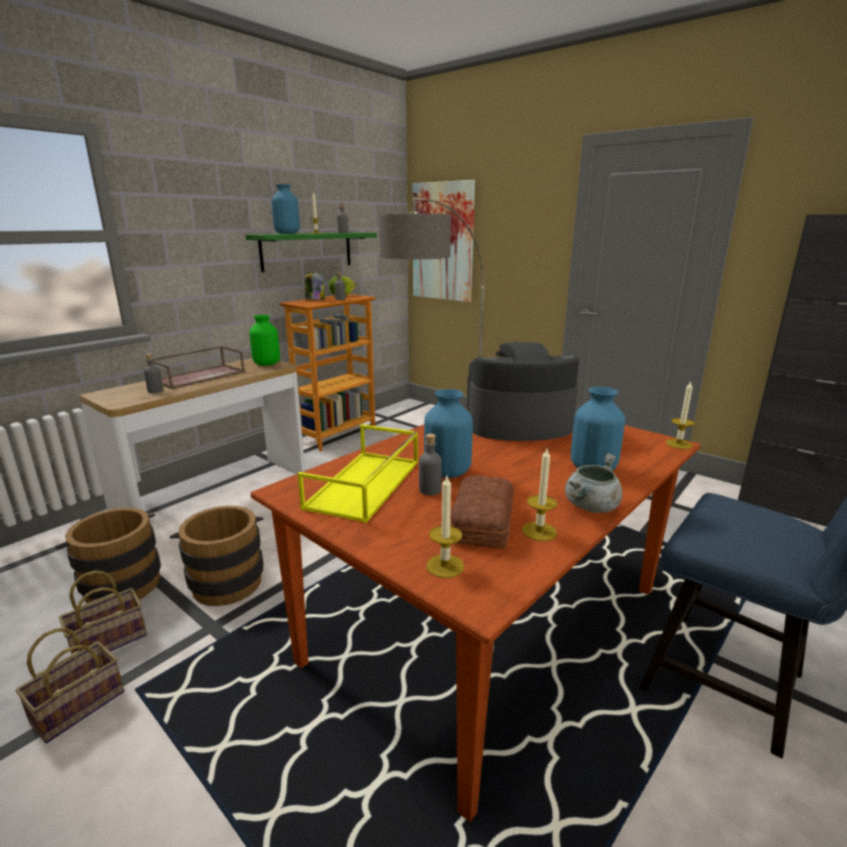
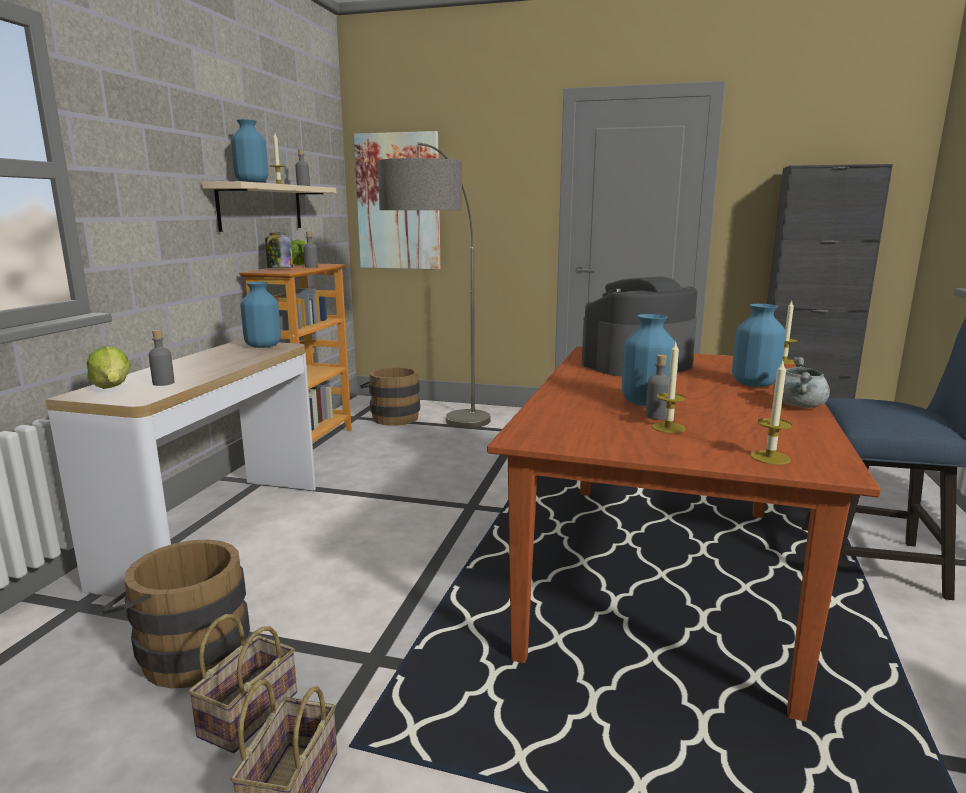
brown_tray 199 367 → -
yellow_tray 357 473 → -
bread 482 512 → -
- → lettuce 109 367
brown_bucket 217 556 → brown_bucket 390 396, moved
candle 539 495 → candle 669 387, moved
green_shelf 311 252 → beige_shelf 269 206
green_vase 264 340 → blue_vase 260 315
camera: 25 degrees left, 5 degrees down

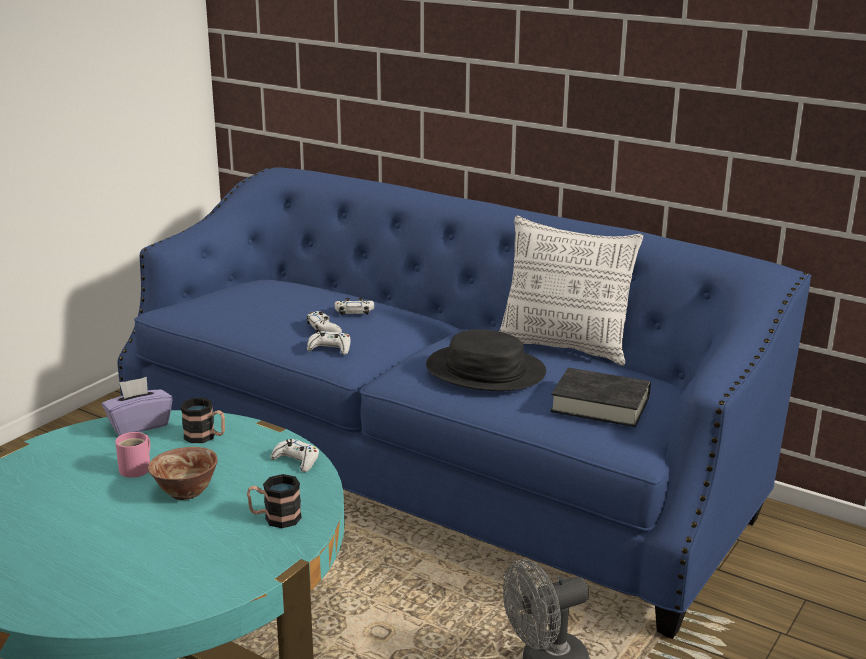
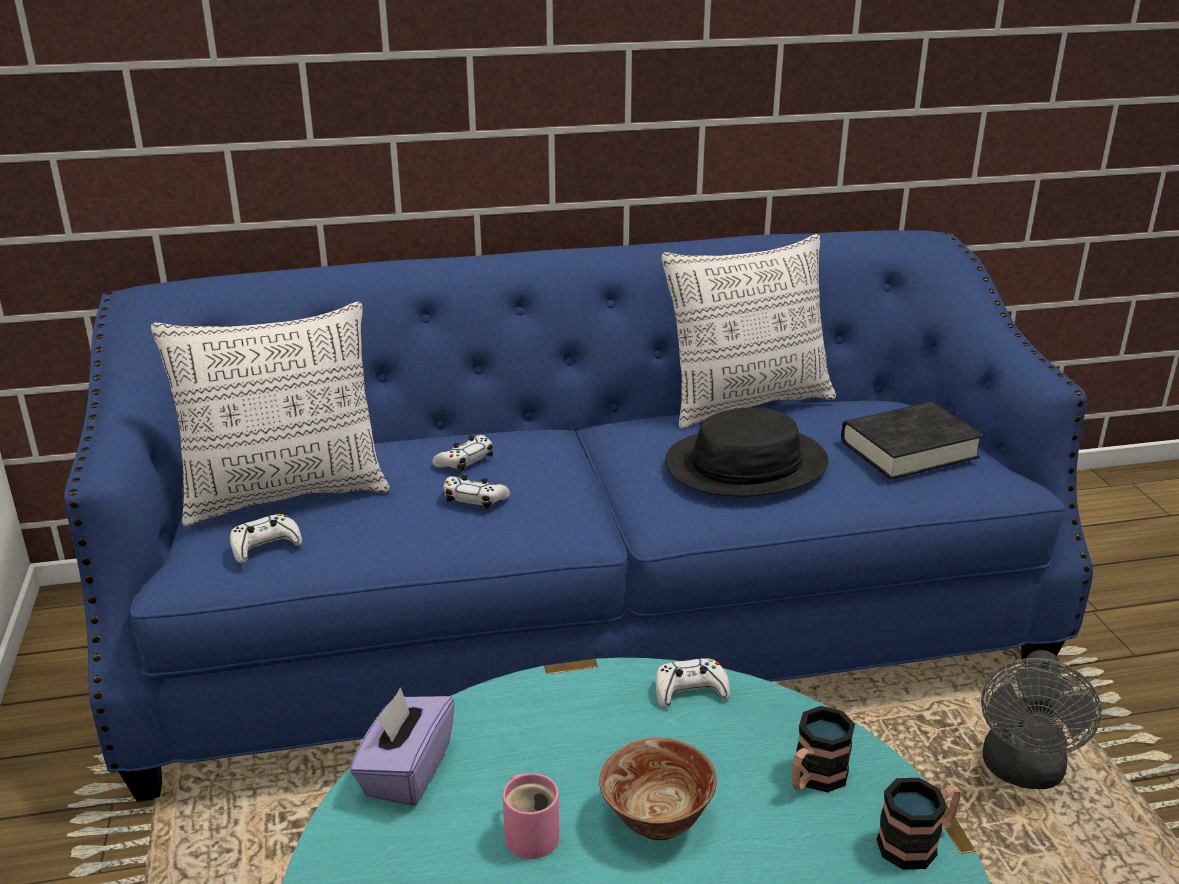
- → pillow 270 414
mug 203 420 → mug 918 824, moved
white_game_controller 329 343 → white_game_controller 266 538, moved
camera: 45 degrees left, 5 degrees up

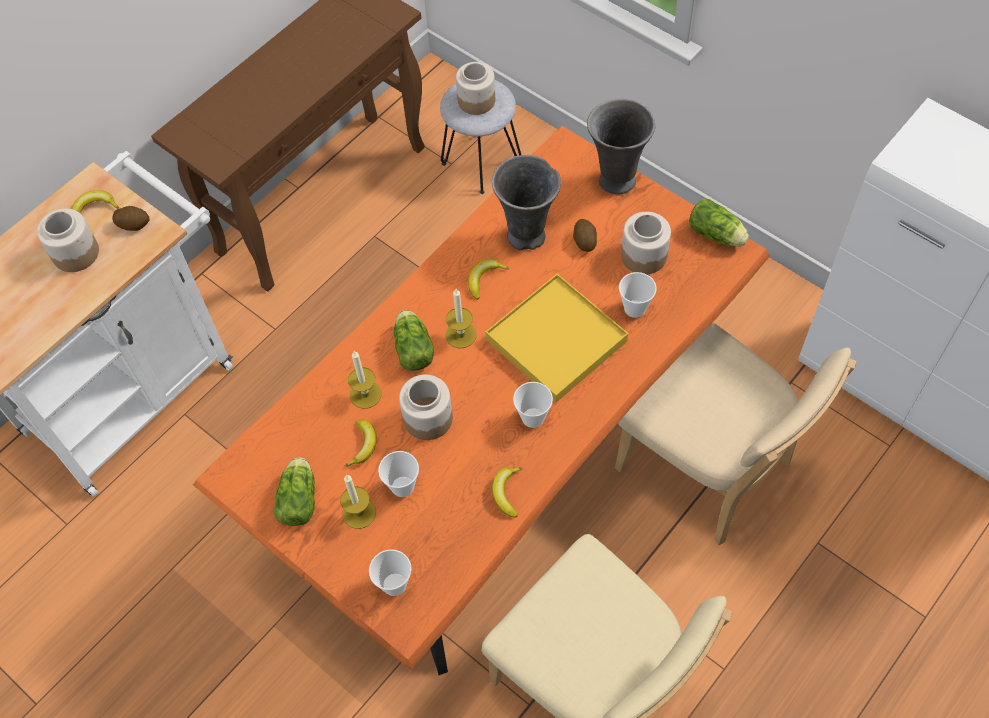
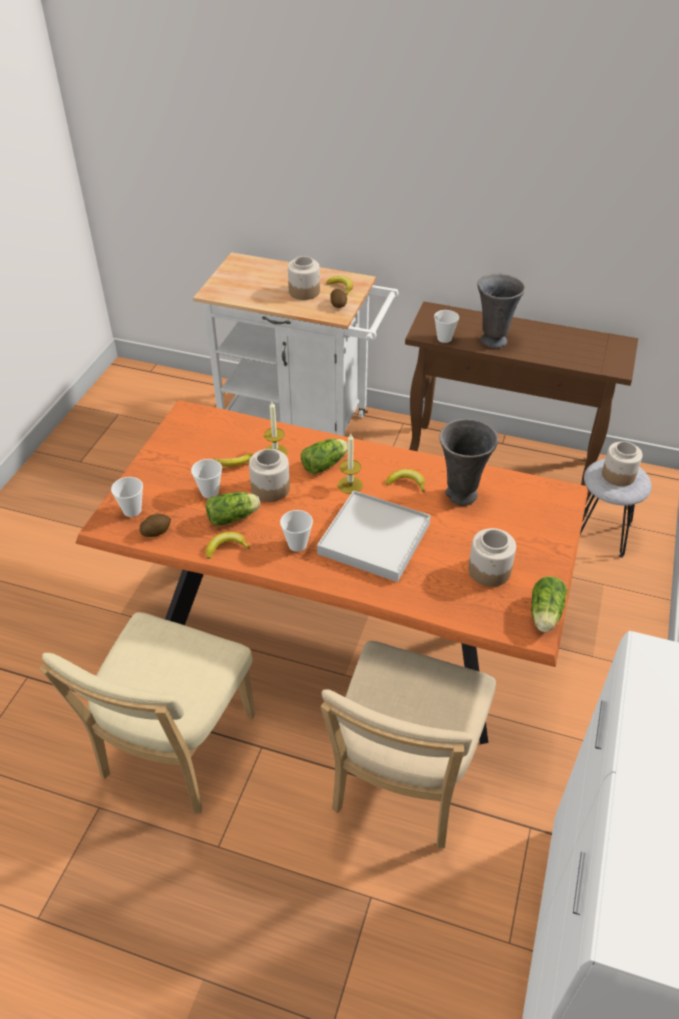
candle 358 502 → -
lettuce 294 492 → lettuce 233 509, moved
potato 585 235 → potato 155 525, moved
grey_vase 621 146 → grey_vase 501 311, moved
cup 638 295 → cup 446 326, moved
yellow_tray 557 338 → white_tray 374 536
camera: 65 degrees right, 15 degrees down

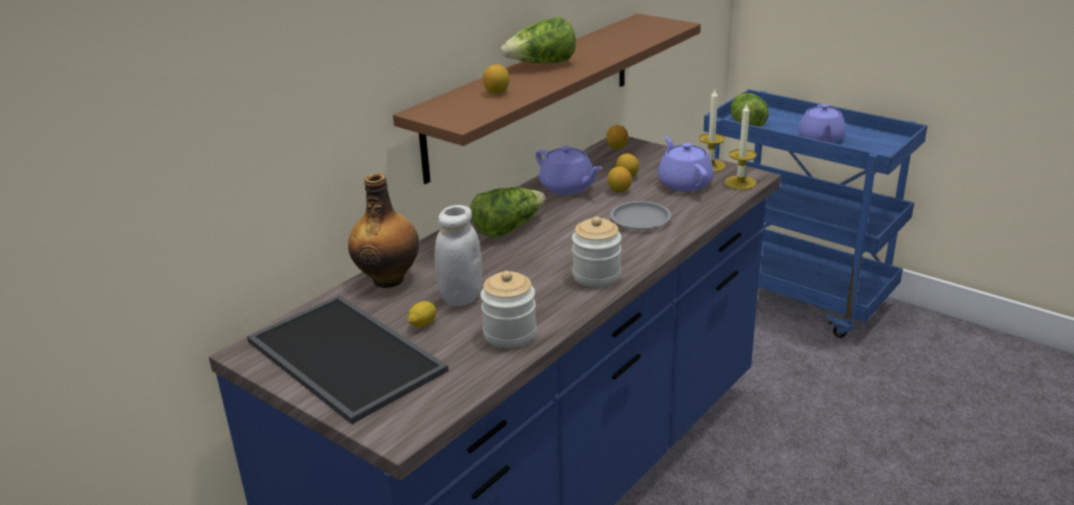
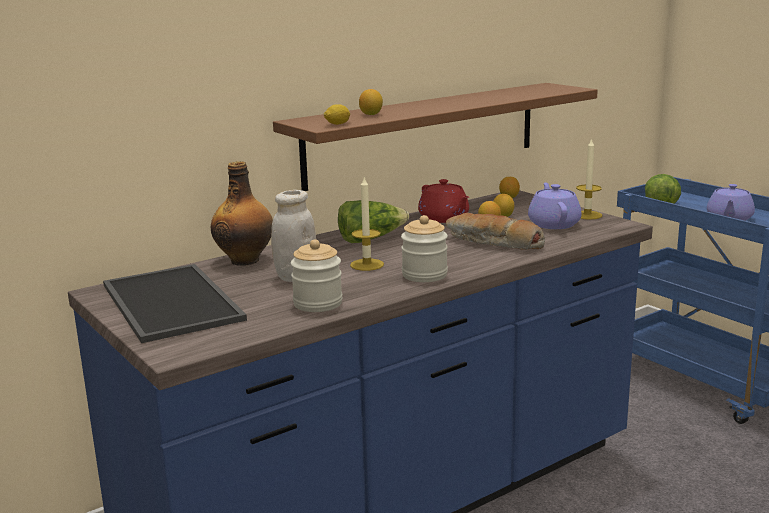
lettuce 538 40 → -
lemon 421 314 → lemon 337 114, moved
candle 741 146 → candle 367 224, moved
grey_plate 640 215 → bread 495 231
purple_teapot 569 170 → red_teapot 443 201
camera: 15 degrees right, 10 degrees down

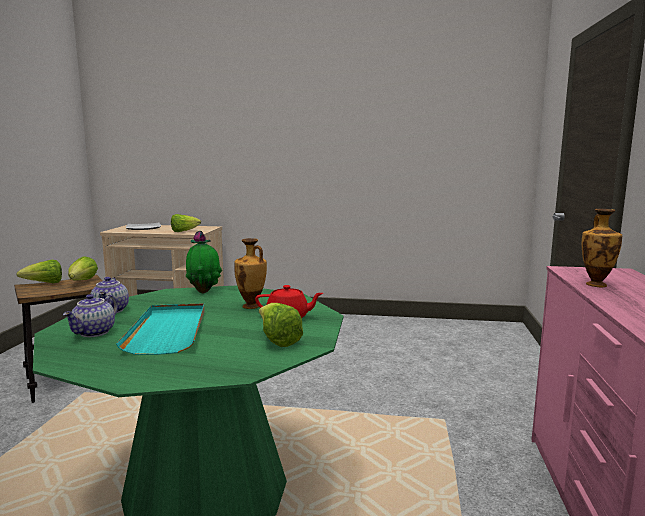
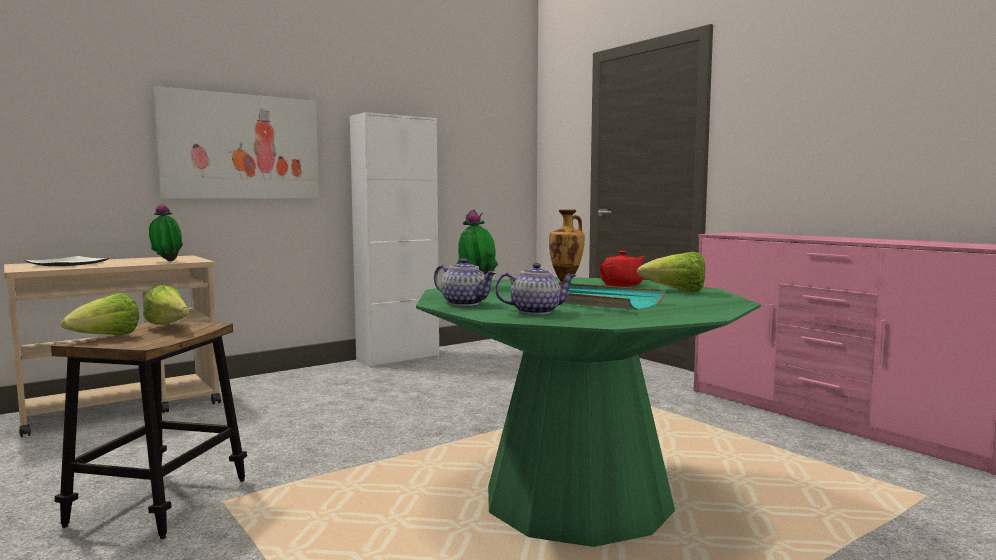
vase 602 248 → -
- → picture 236 142
- → white_cabinet 394 239
lettuce 186 223 → potted_plant 166 232
teapot 90 315 → teapot 536 289, 75 degrees counterclockwise
camera: 45 degrees left, 5 degrees down

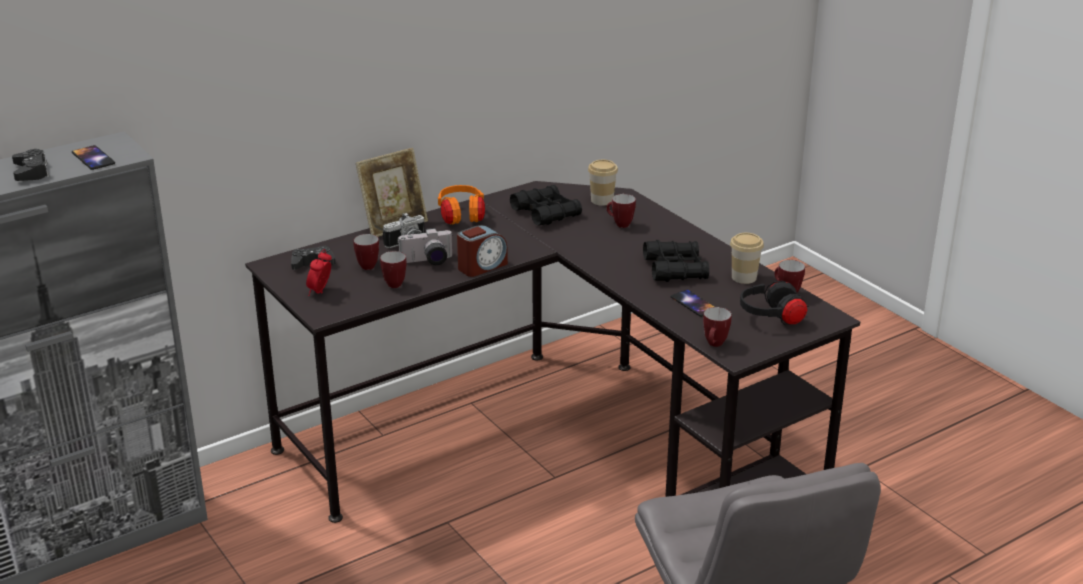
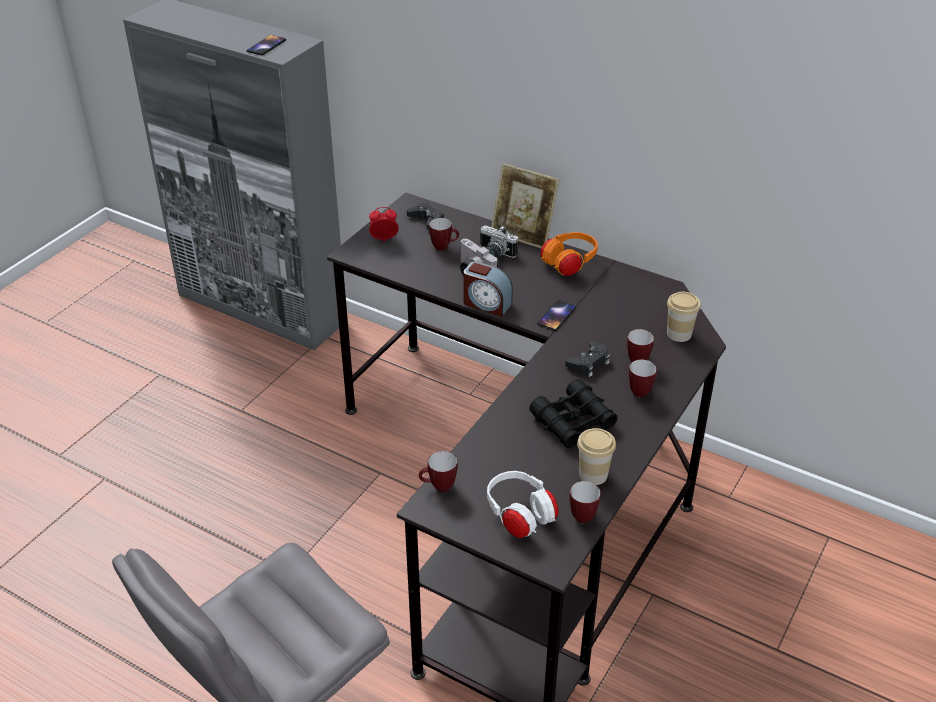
black_binoculars 546 205 → -
black_game_controller 30 165 → black_game_controller 587 359, moved
mug 393 269 → mug 643 378, moved
phone 693 303 → phone 556 315, moved
black_headphones 774 303 → white_headphones 523 504
camera: 65 degrees right, 10 degrees up

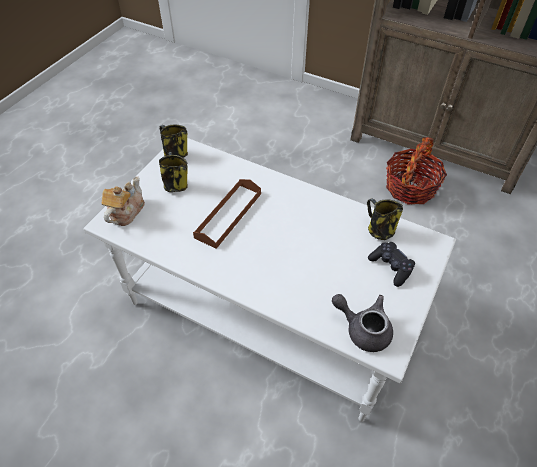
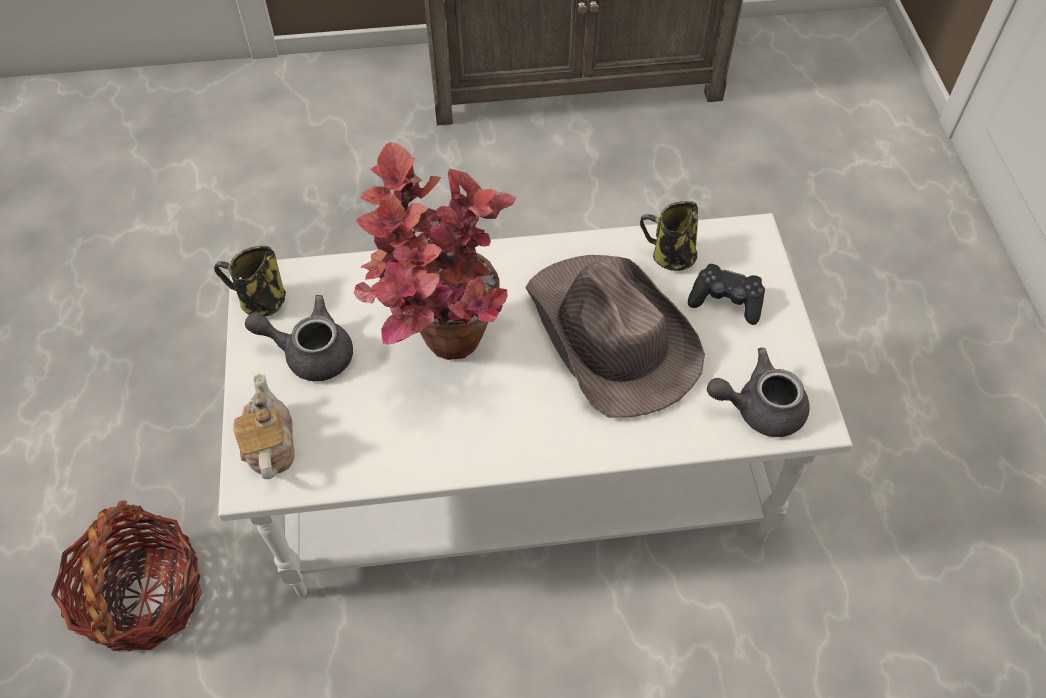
- → brown_hat 615 336
basket 416 171 → basket 126 576, moved
mug 173 172 → grey_teapot 299 338
brown_tray 227 214 → potted_plant 435 251
camera: 35 degrees left, 5 degrees up

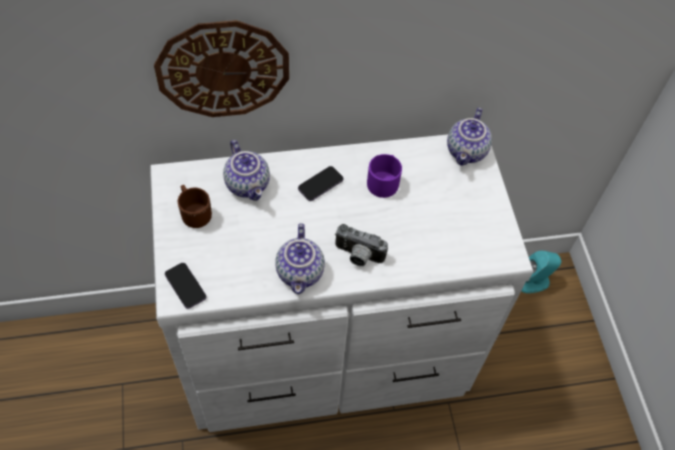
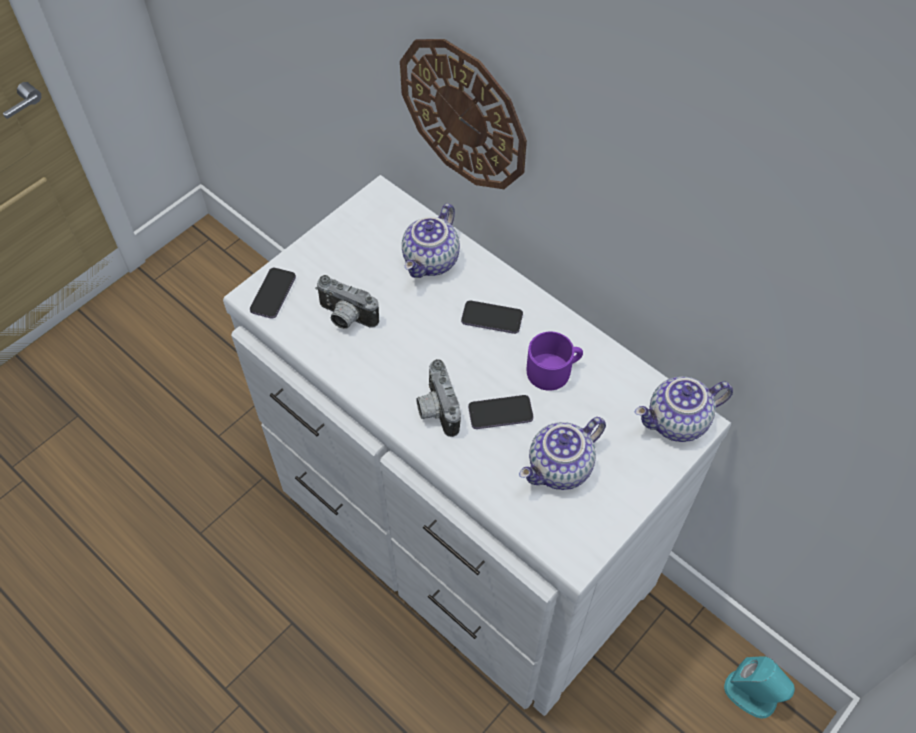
brown_mug 195 206 → -
- → photo_camera 347 302
- → phone 500 412
teapot 300 258 → teapot 562 453, moved
camera: 55 degrees right, 0 degrees up

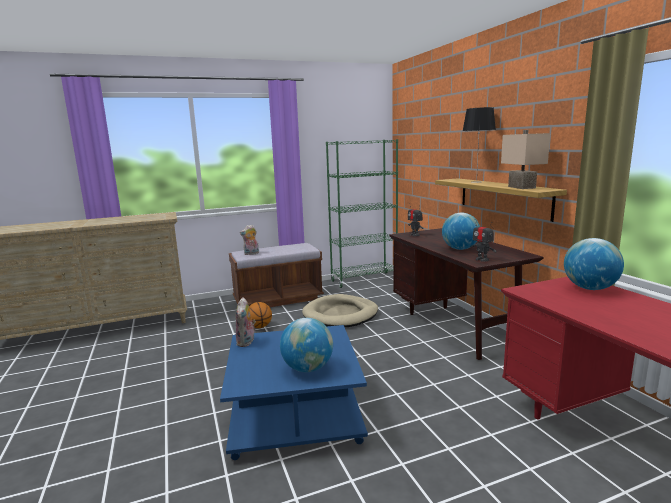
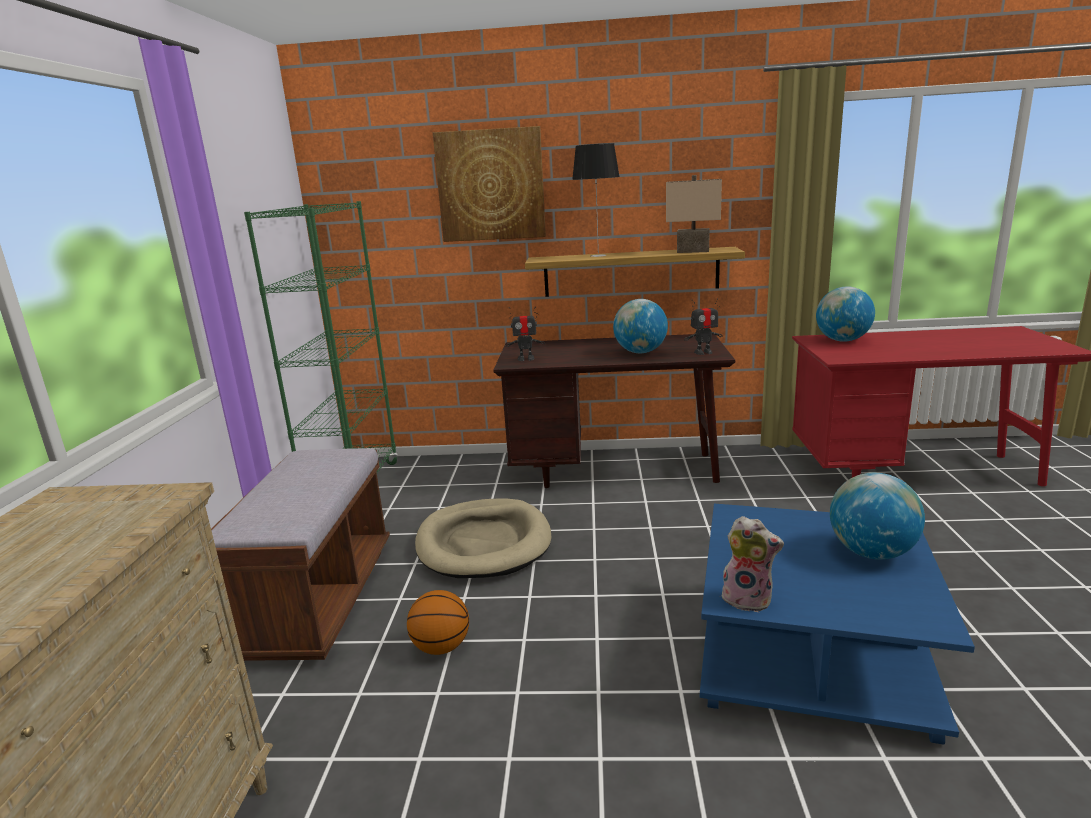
plush_toy 249 240 → -
- → picture 489 184
camera: 65 degrees left, 5 degrees up

